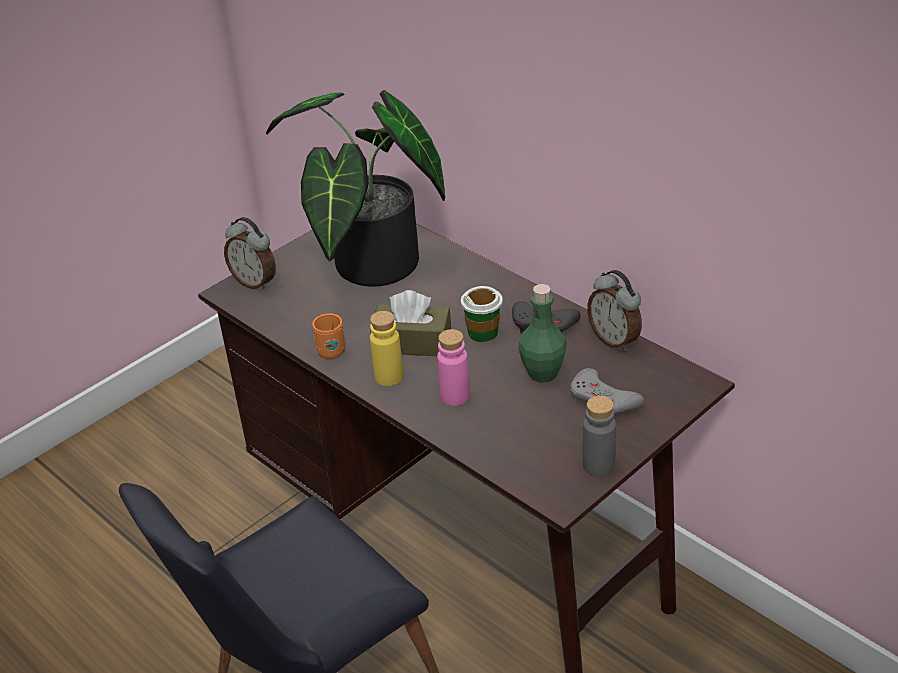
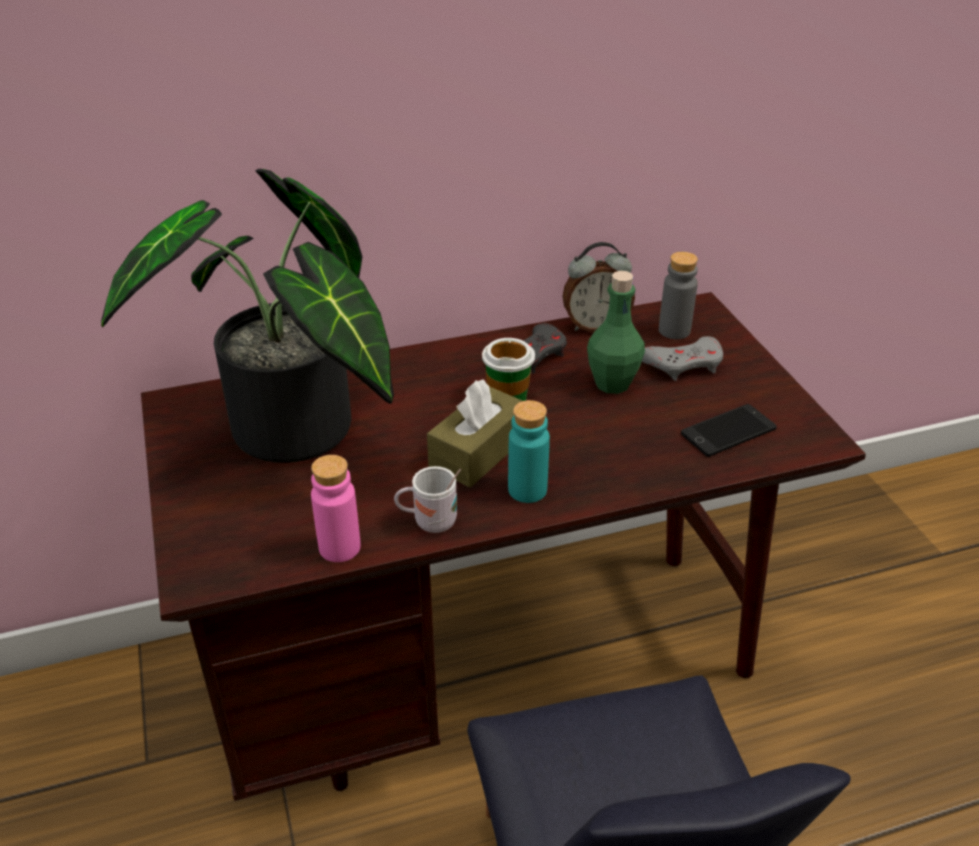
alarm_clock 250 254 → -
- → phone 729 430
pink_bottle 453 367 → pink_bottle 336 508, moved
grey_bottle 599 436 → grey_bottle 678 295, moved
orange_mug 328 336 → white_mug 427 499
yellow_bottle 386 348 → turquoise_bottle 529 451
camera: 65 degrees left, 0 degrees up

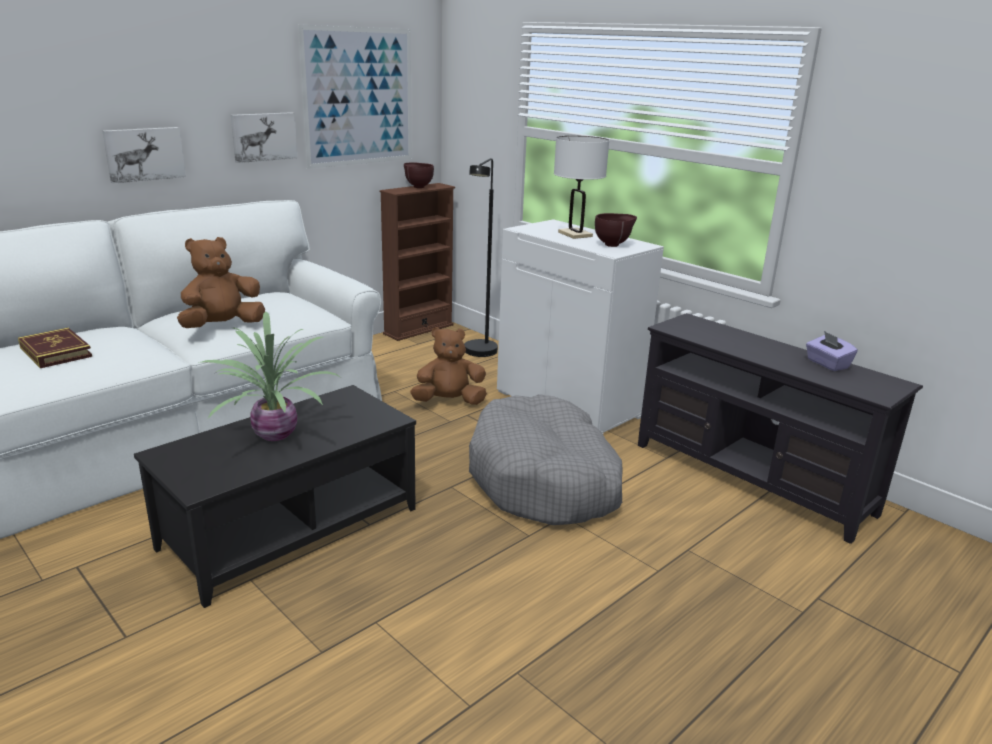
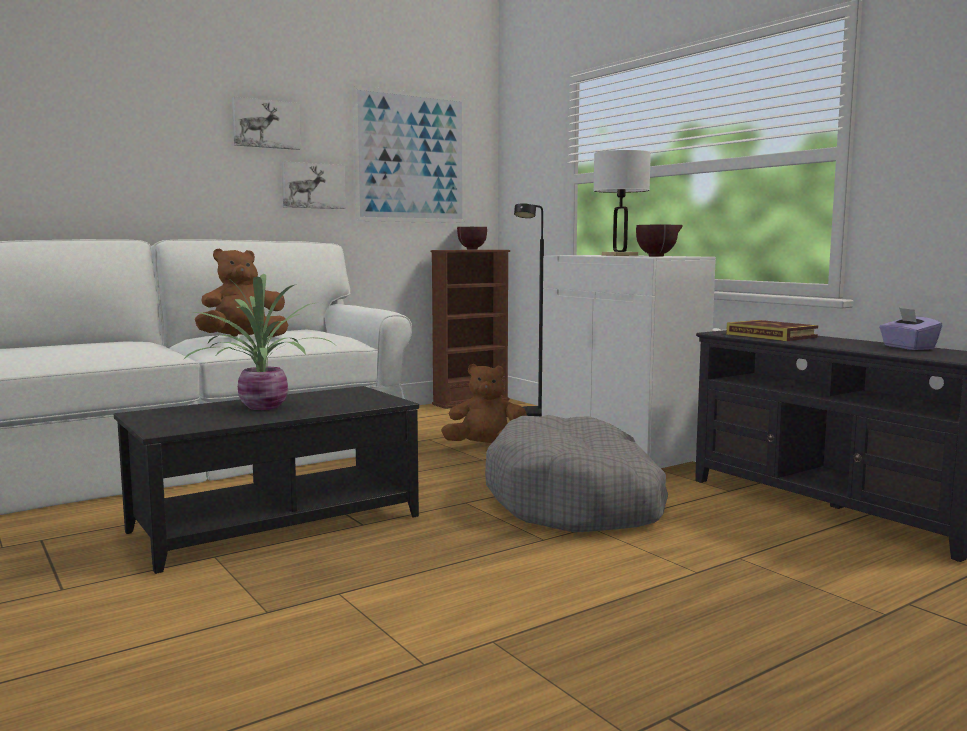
book 55 348 → book 772 330, moved
picture 144 155 → picture 266 123, moved
camera: 10 degrees right, 15 degrees down

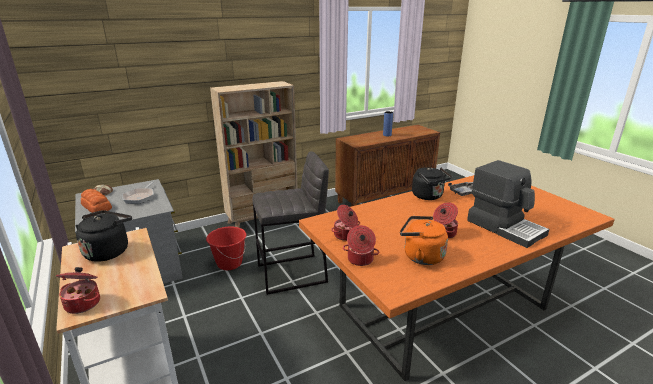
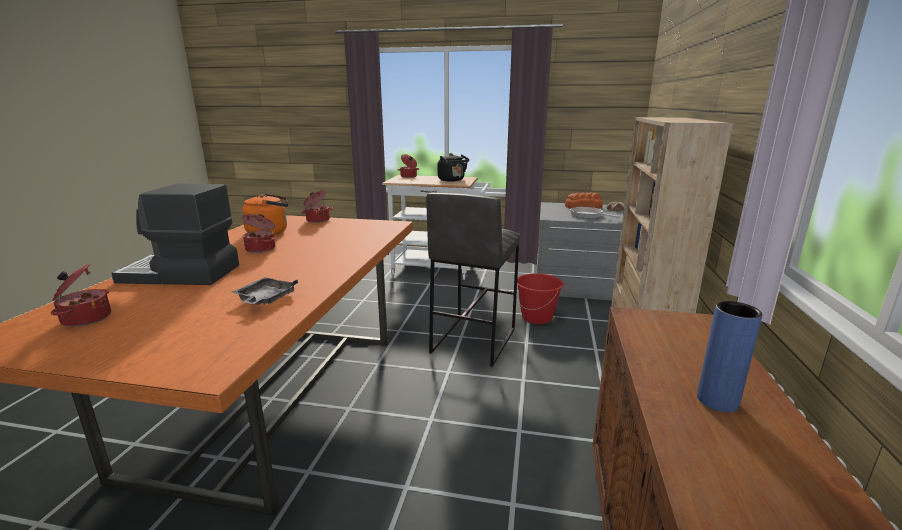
black_kettle 432 183 → -
cooking_pot 345 223 → cooking_pot 81 295, moved
camera: 130 degrees right, 5 degrees down

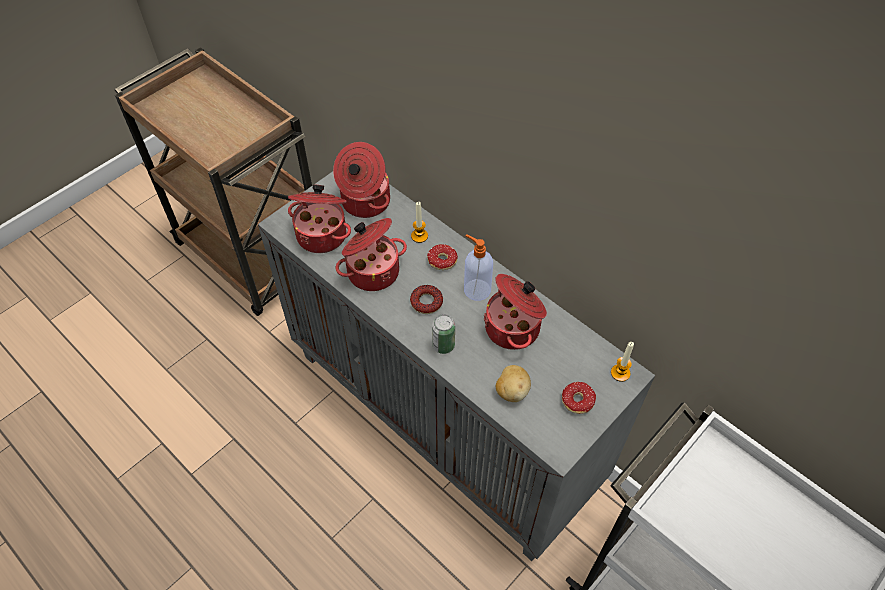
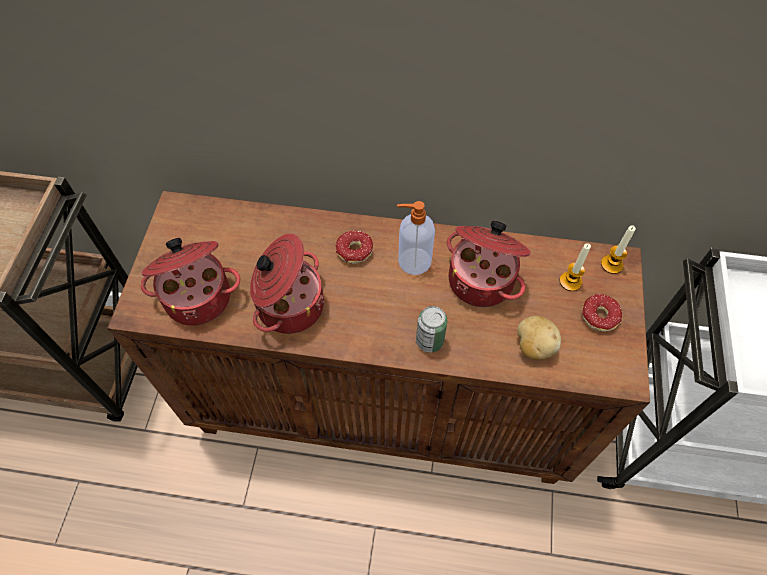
cooking_pot 361 180 → -
donut 426 299 → -
candle 419 222 → candle 575 267, moved
grey_cabinet 456 366 → brown_cabinet 378 337
camera: 35 degrees left, 5 degrees up

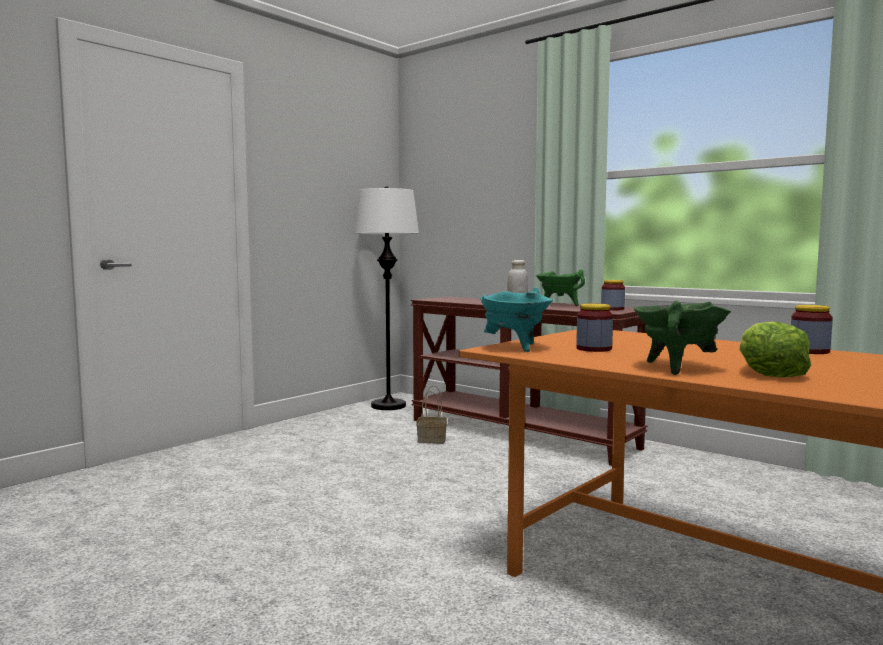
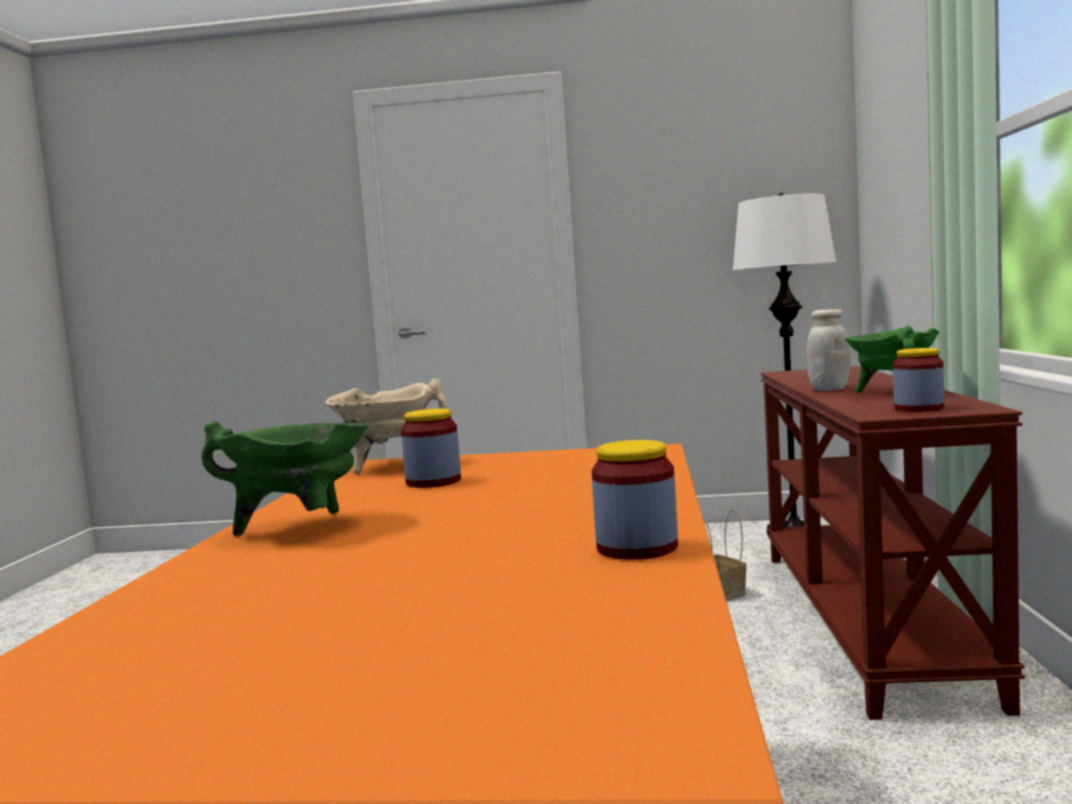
lettuce 775 349 → -
turquoise_cooking_pot 516 319 → beige_cooking_pot 386 426
camera: 55 degrees right, 0 degrees up

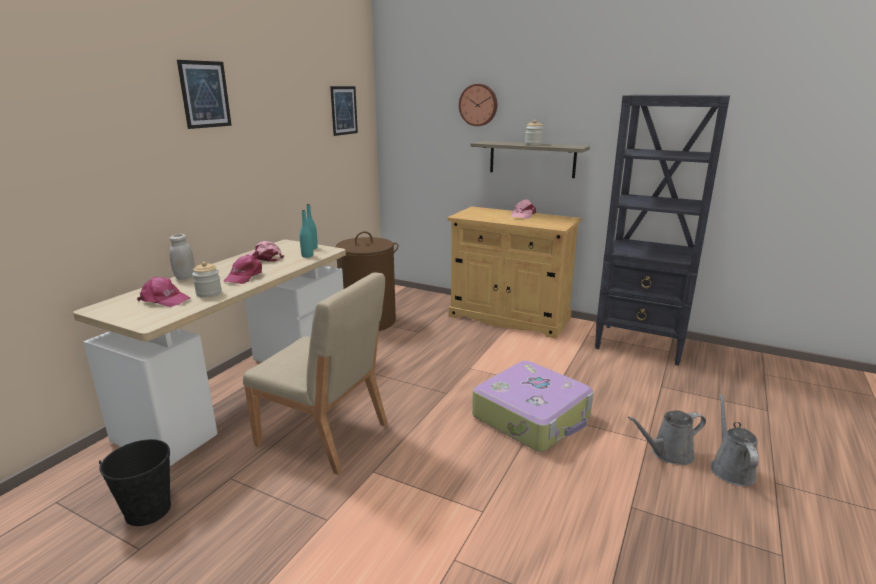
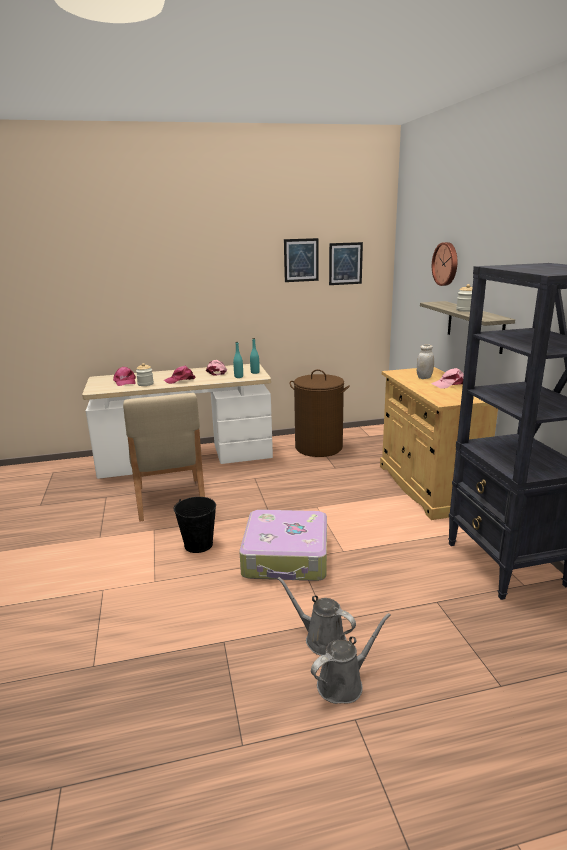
black_bucket 135 482 → black_bucket 194 525, moved
white_jar 181 257 → white_jar 425 361, moved
picture 204 94 → picture 301 260, moved
camera: 50 degrees right, 0 degrees up

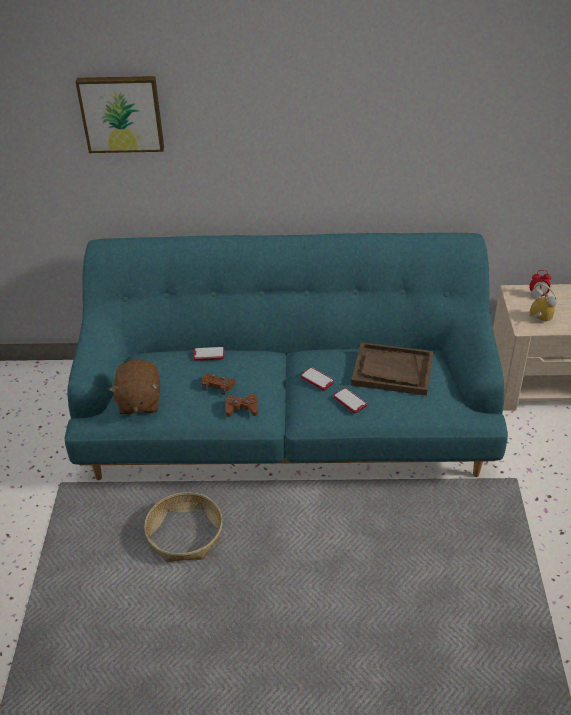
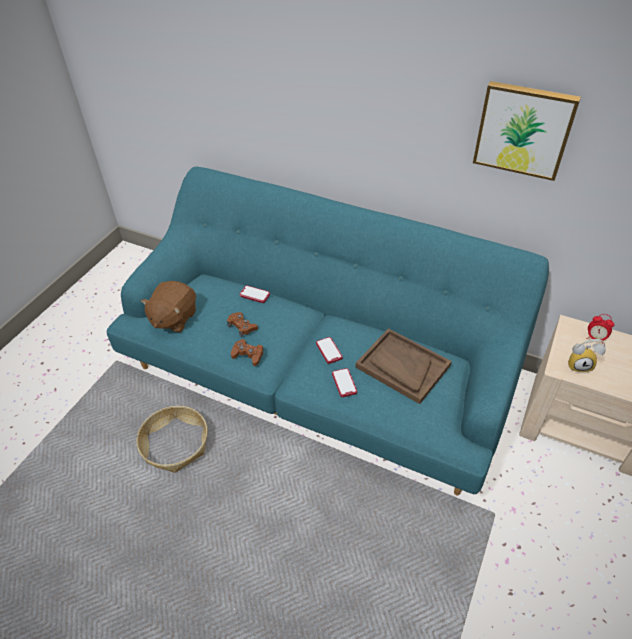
picture 120 114 → picture 527 131, moved
alarm_clock 543 302 → alarm_clock 587 355, 120 degrees clockwise
camera: 25 degrees right, 5 degrees up

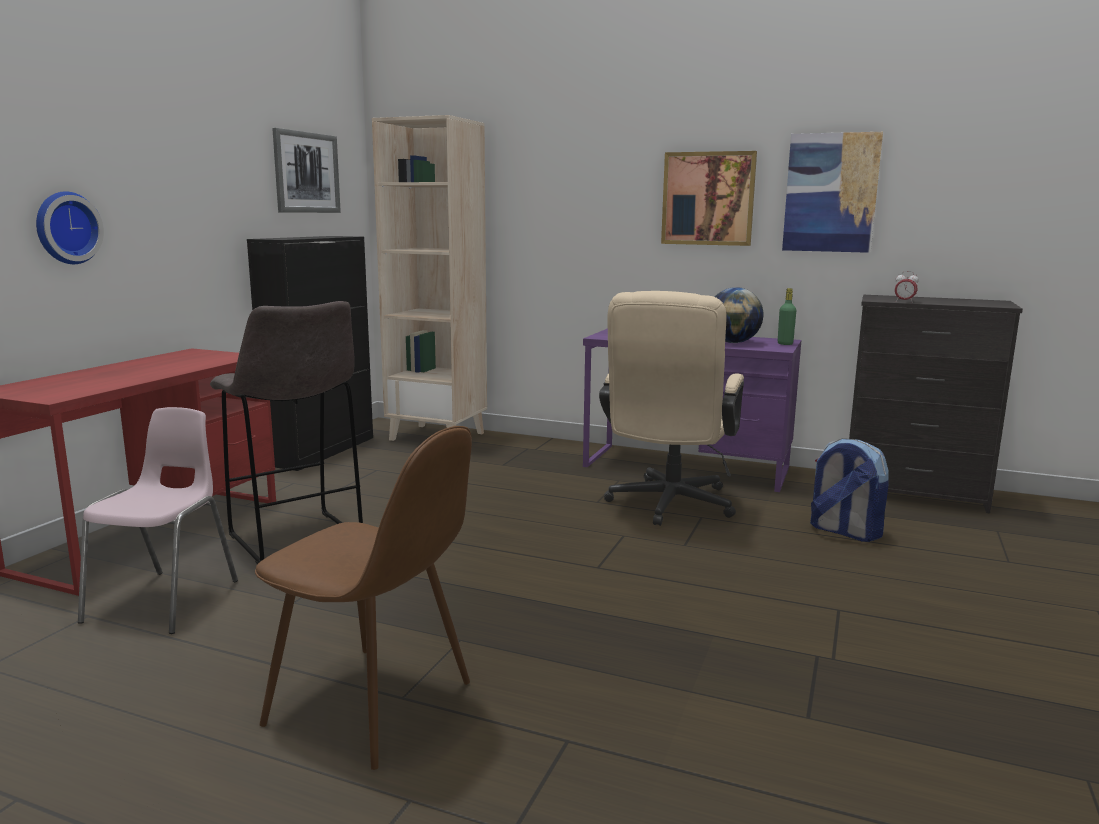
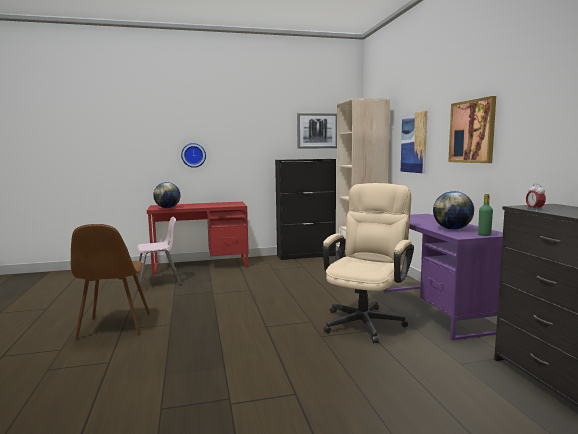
grey_stool 286 432 → -
backpack 849 490 → -
- → globe 166 195
picture 832 192 → picture 414 142, moved
beige_office_chair 671 408 → beige_office_chair 368 263, 135 degrees clockwise
camera: 55 degrees right, 5 degrees down

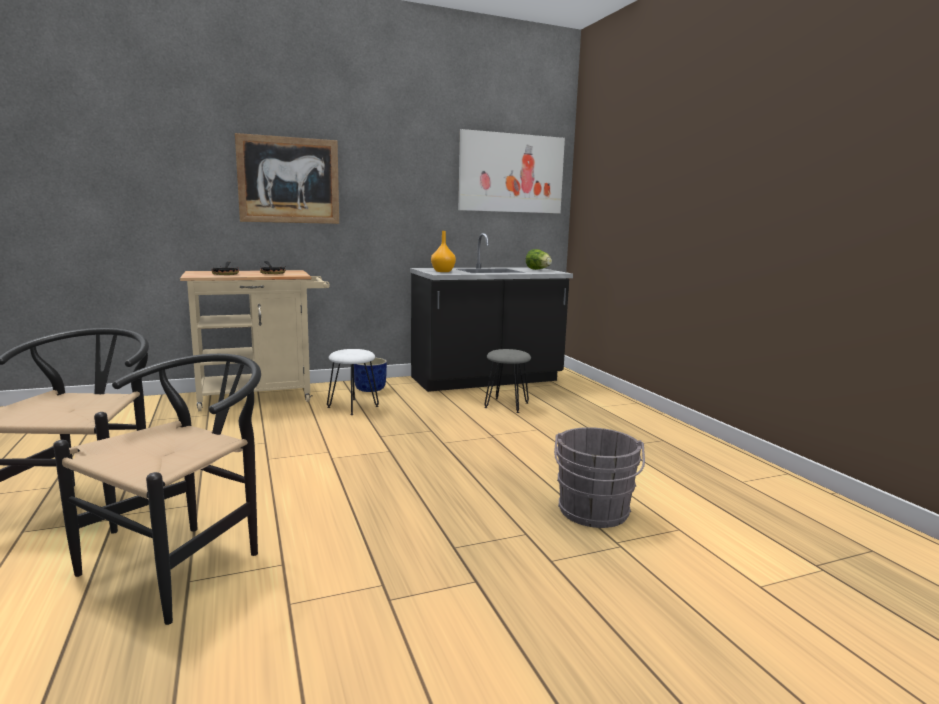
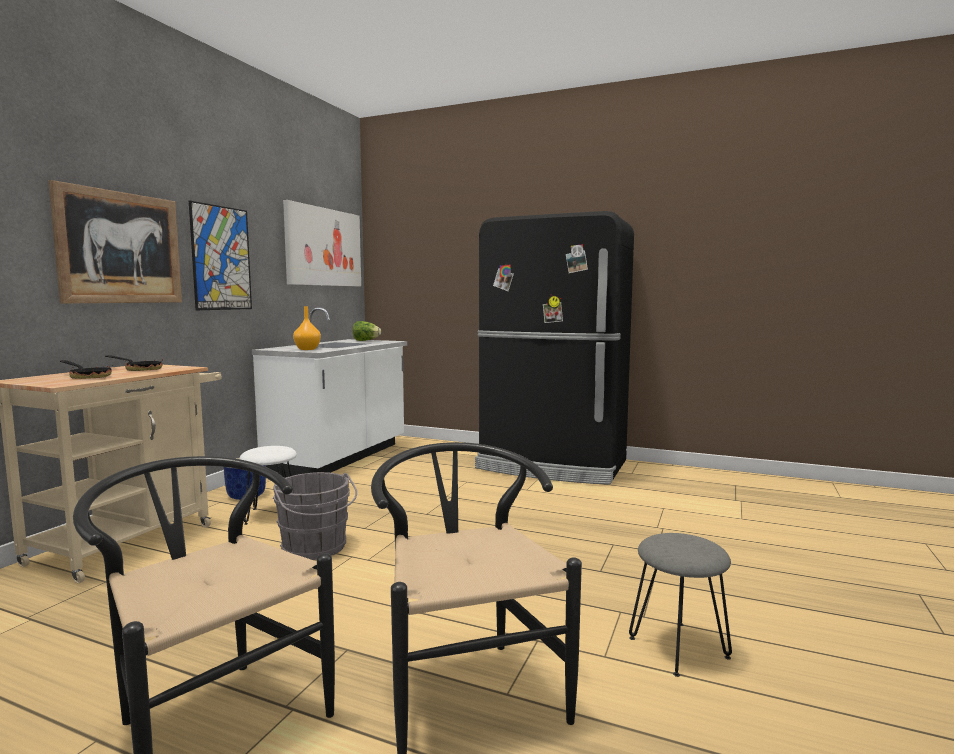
- → picture 220 255
- → black_fridge 554 348
grey_stool 507 381 → grey_stool 680 605, moved
grey_bucket 599 477 → grey_bucket 315 516, moved
black_counter 491 312 → white_counter 329 392
camera: 45 degrees left, 5 degrees down

